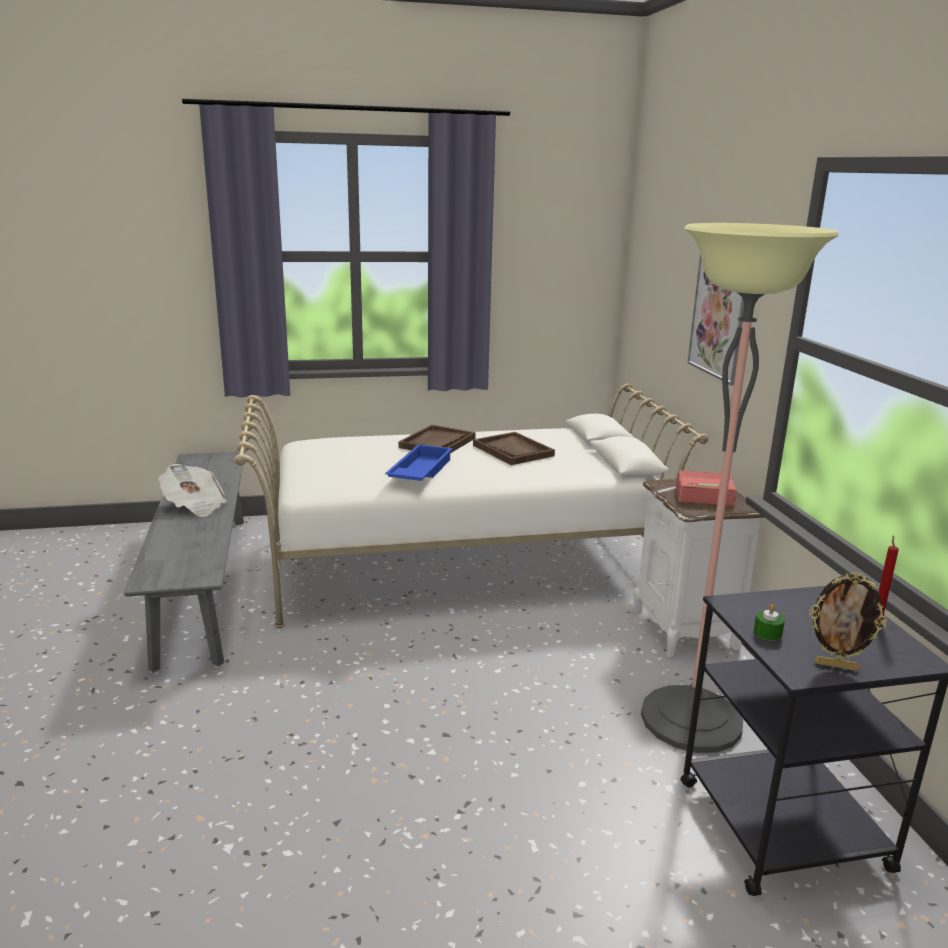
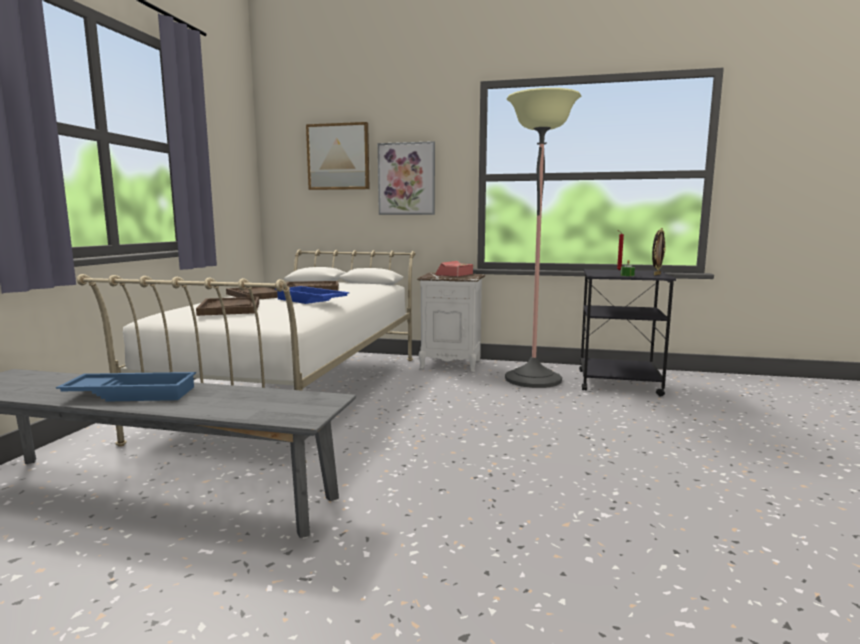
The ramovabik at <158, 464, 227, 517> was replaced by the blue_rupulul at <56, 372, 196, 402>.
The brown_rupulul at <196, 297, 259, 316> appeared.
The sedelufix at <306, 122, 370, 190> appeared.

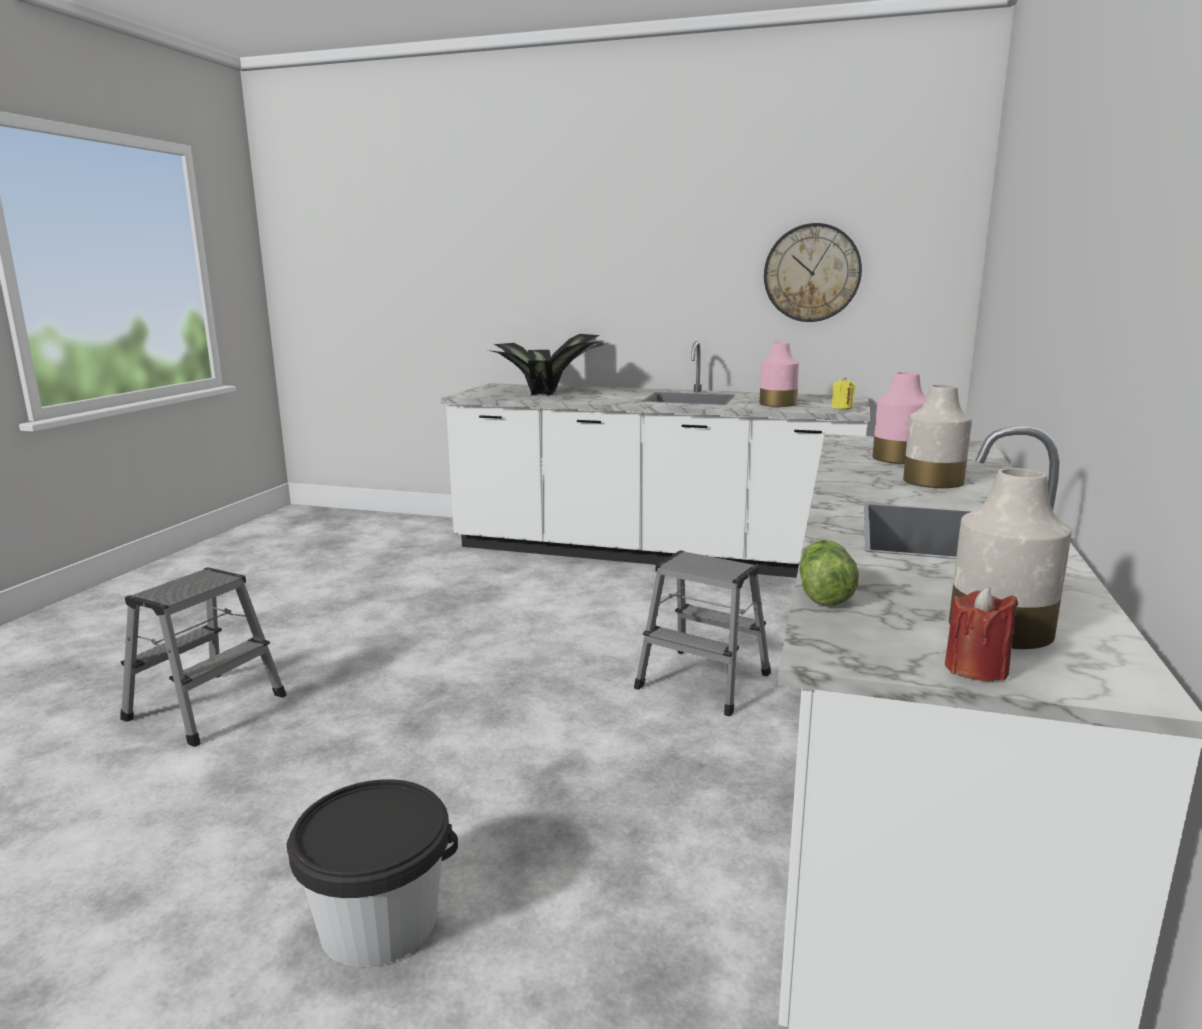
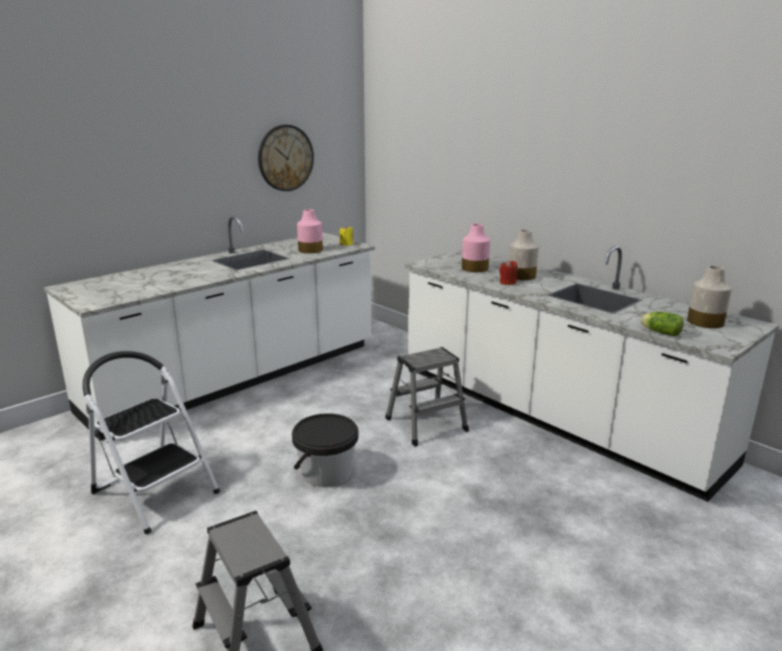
The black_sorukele moved from <286, 779, 458, 967> to <292, 413, 358, 487>.
The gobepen at <488, 334, 604, 395> disappeared.
The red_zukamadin moved from <945, 587, 1018, 682> to <499, 260, 517, 285>.
The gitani at <83, 351, 220, 534> appeared.

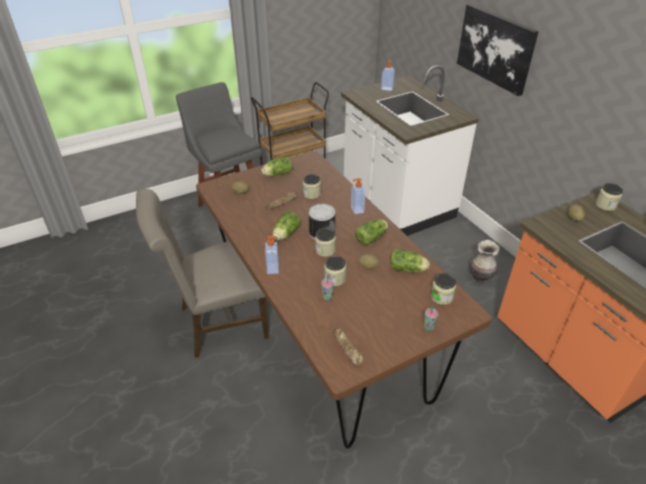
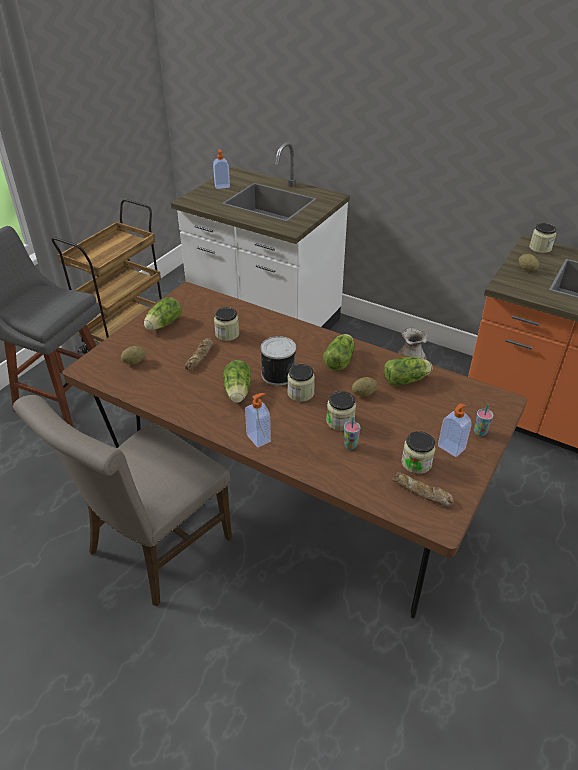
The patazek moved from <351, 178, 365, 214> to <438, 403, 472, 457>.
The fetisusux moved from <431, 273, 456, 305> to <402, 431, 436, 474>.
The sedelufix at <457, 4, 539, 96> disappeared.

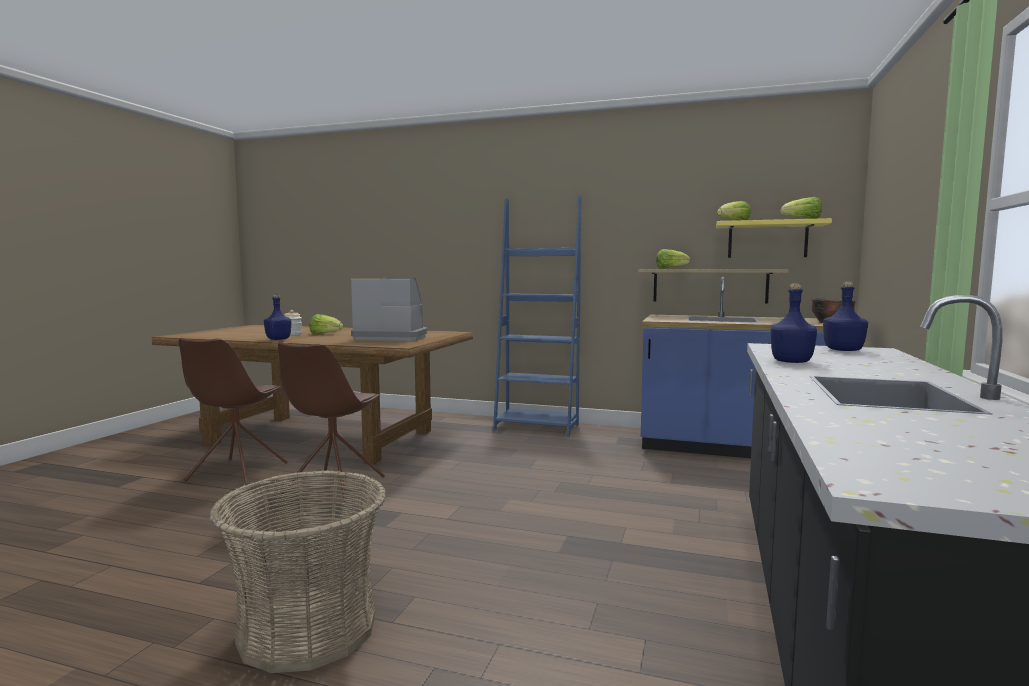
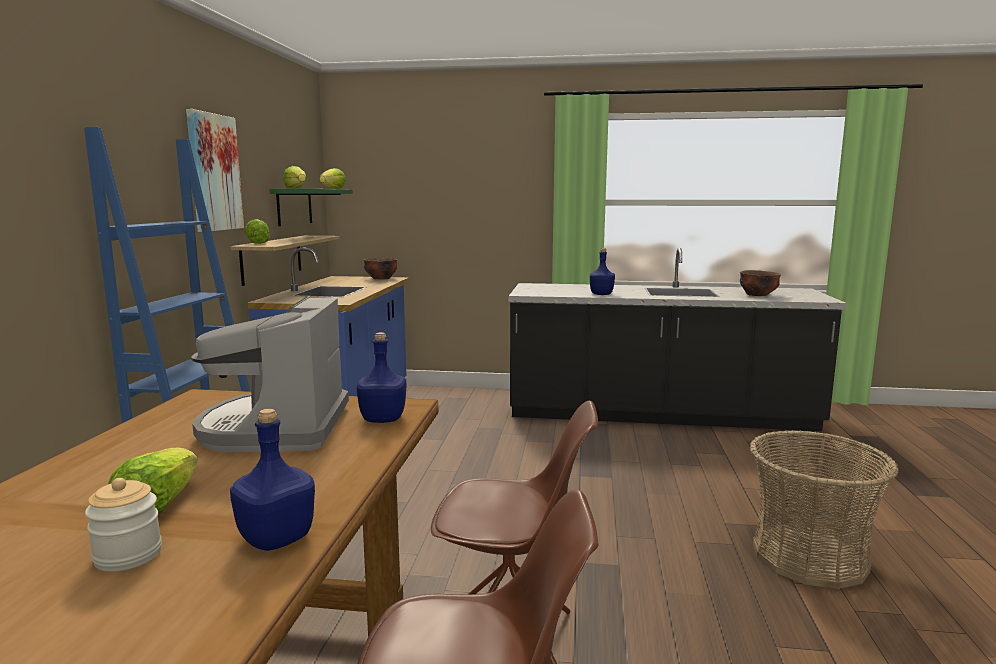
The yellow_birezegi at <716, 218, 832, 258> became the green_birezegi at <269, 189, 353, 226>.
The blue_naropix moved from <823, 282, 868, 351> to <357, 332, 407, 423>.
The sedelufix at <186, 109, 244, 232> appeared.
The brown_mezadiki at <740, 270, 781, 296> appeared.

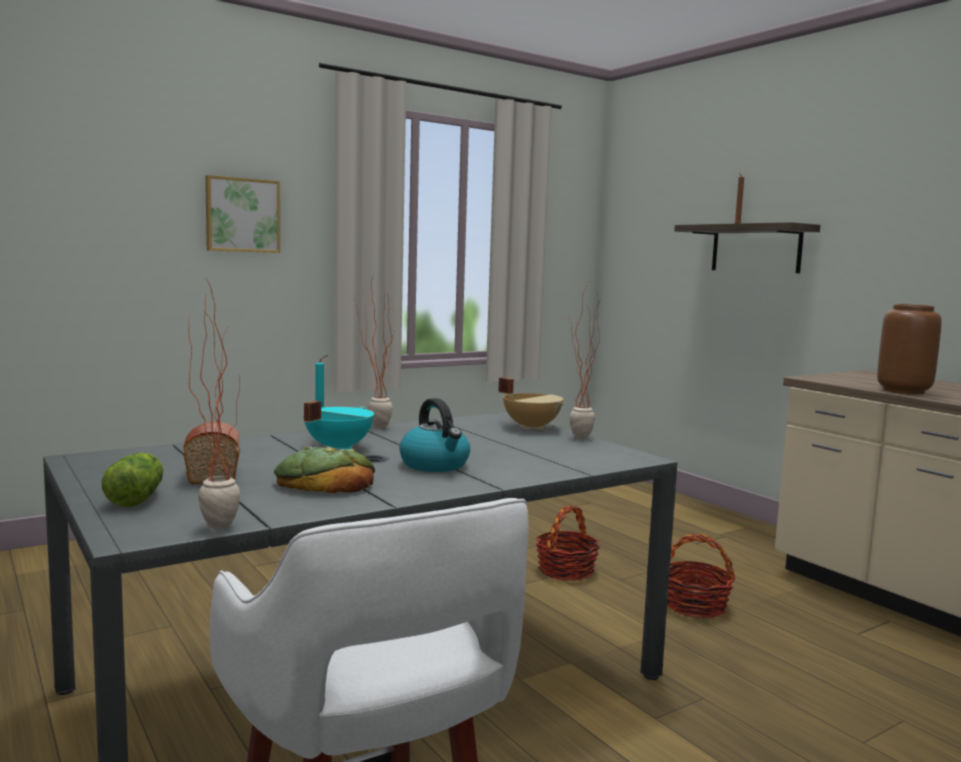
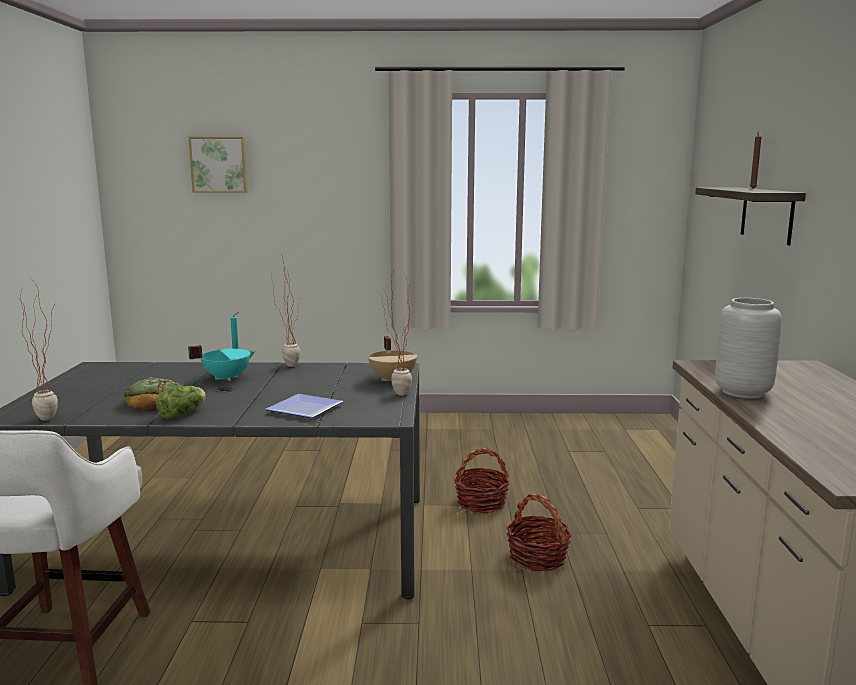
The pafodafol moved from <102, 453, 163, 507> to <156, 386, 206, 419>.
The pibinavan at <183, 422, 240, 484> disappeared.
The sedelufix moved from <205, 175, 280, 253> to <188, 137, 248, 193>.
The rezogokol at <399, 398, 470, 472> disappeared.
The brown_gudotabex at <877, 304, 942, 394> became the grey_gudotabex at <715, 298, 782, 398>.
The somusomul at <265, 394, 343, 418> appeared.

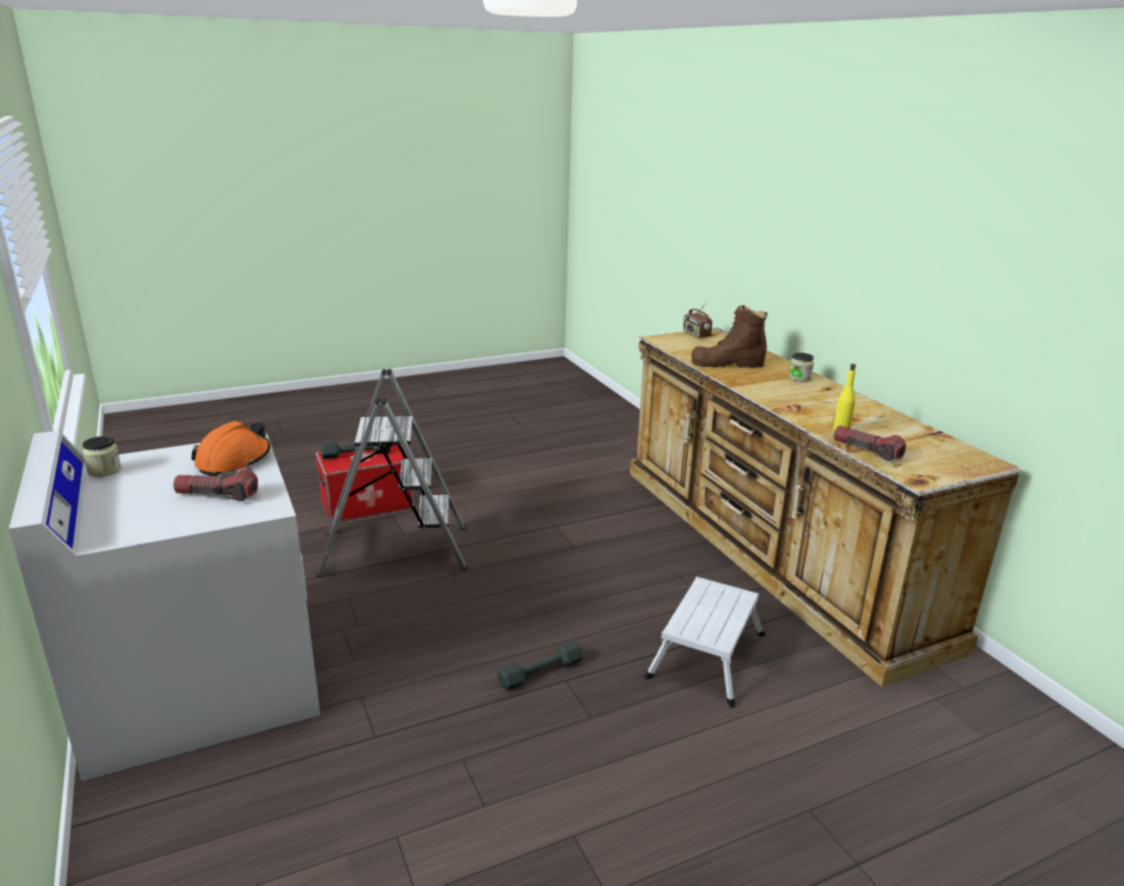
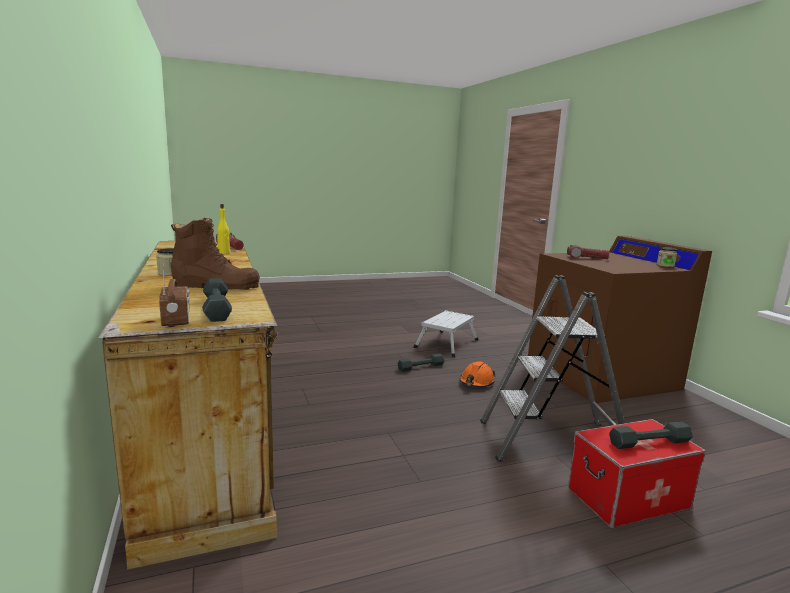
The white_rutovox at <9, 431, 320, 781> became the brown_rutovox at <528, 236, 712, 403>.
The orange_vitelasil moved from <191, 421, 271, 476> to <460, 361, 496, 387>.
The white_gitani moved from <643, 576, 766, 708> to <413, 310, 479, 358>.
The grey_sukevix at <202, 278, 232, 322> appeared.

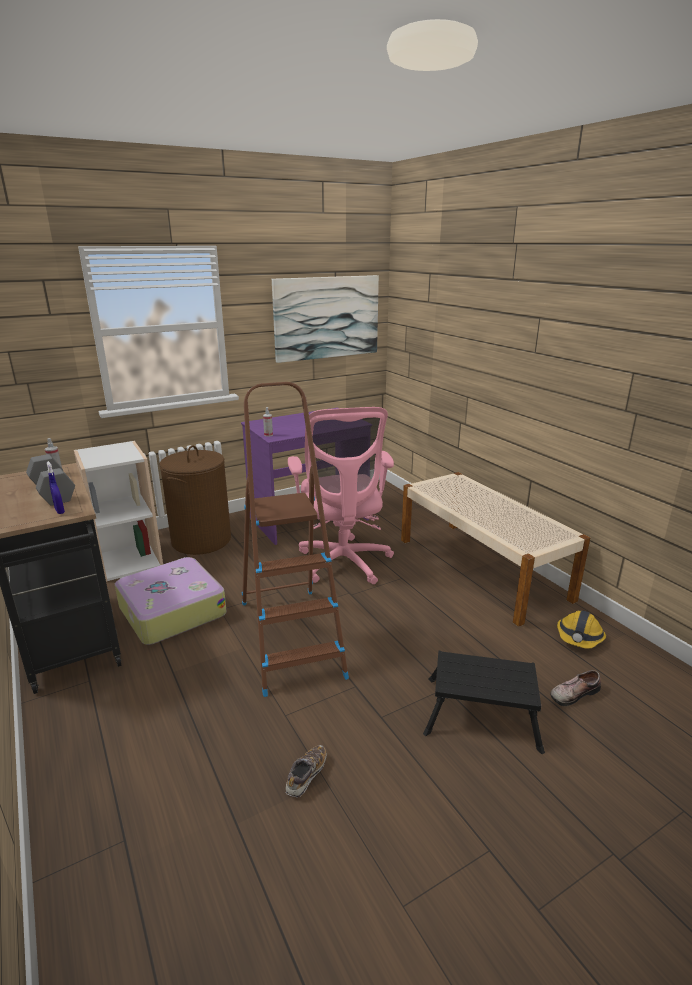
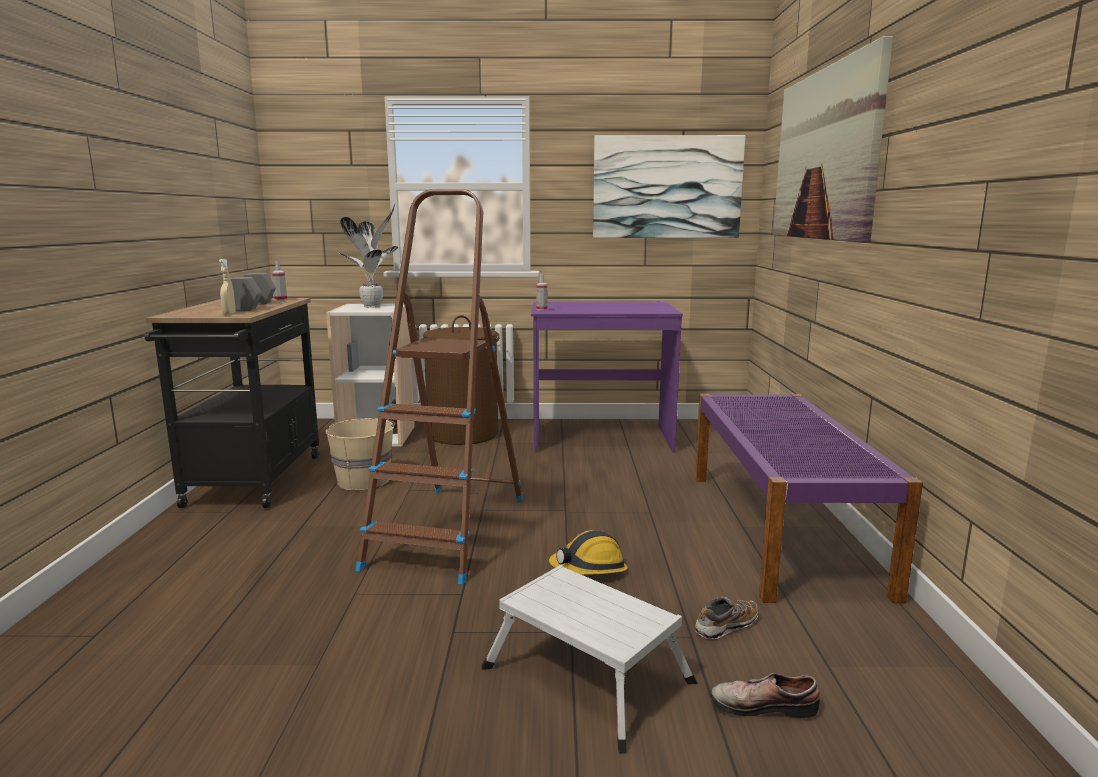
The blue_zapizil at <47, 461, 65, 514> became the beige_zapizil at <219, 258, 236, 315>.
The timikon at <115, 557, 226, 645> was replaced by the beige_sorukele at <325, 418, 395, 490>.
The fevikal moved from <286, 745, 327, 797> to <695, 597, 758, 639>.
The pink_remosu at <288, 407, 394, 584> disappeared.
The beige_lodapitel at <401, 472, 590, 627> became the purple_lodapitel at <695, 394, 923, 603>.
The black_gitani at <423, 651, 545, 754> became the white_gitani at <481, 565, 698, 754>.
The vitelasil moved from <557, 610, 606, 649> to <549, 530, 628, 575>.
The gobepen at <340, 204, 398, 308> appeared.
The sedelufix at <773, 36, 893, 242> appeared.

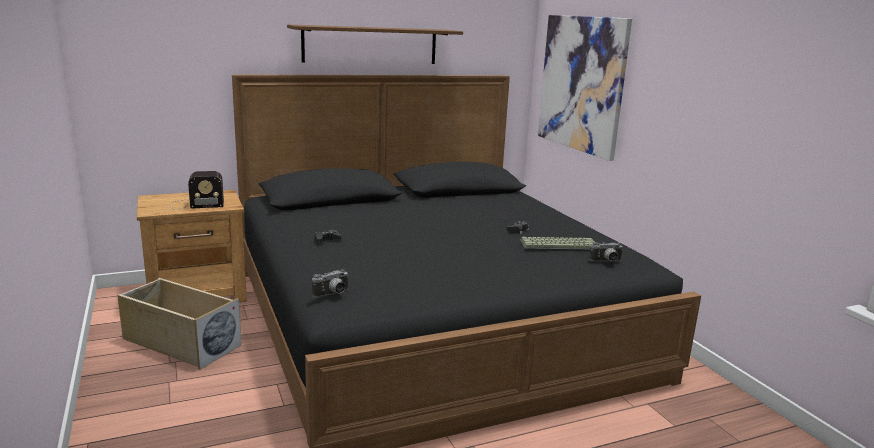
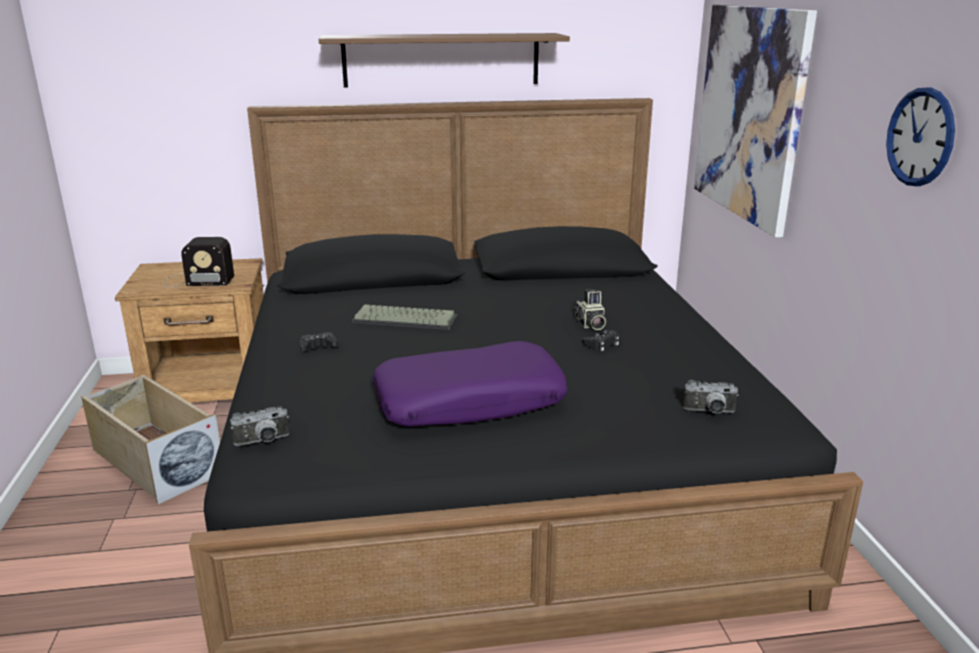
The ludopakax moved from <520, 237, 594, 252> to <352, 305, 457, 330>.
The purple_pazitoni at <372, 341, 568, 427> appeared.
The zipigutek at <574, 289, 606, 330> appeared.
The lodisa at <886, 87, 955, 186> appeared.

